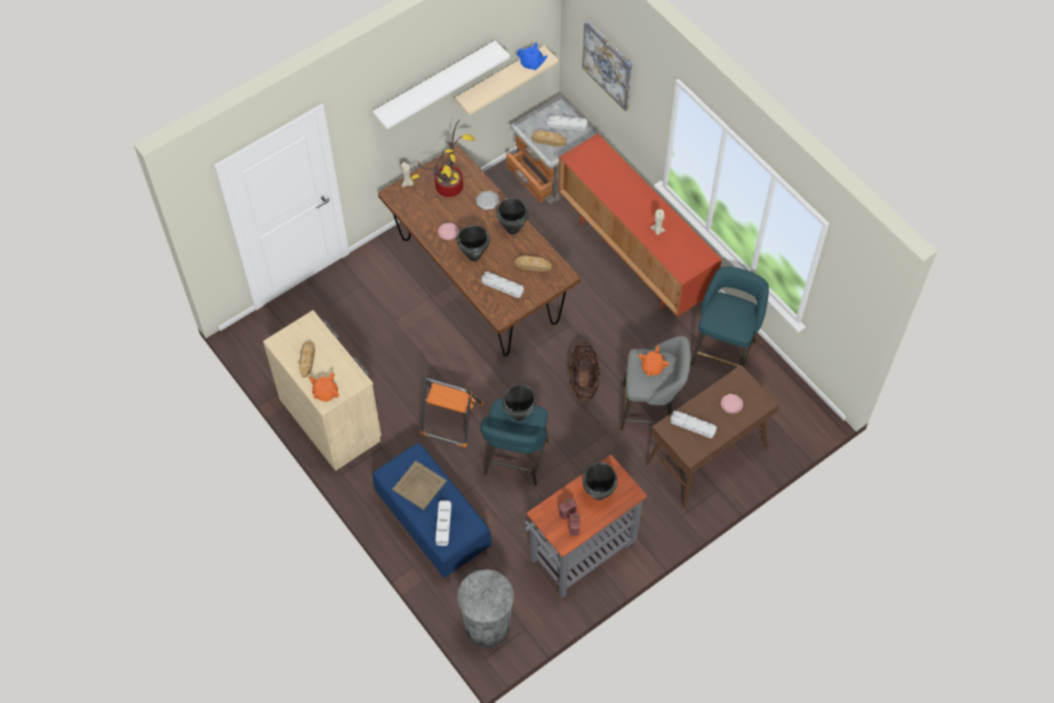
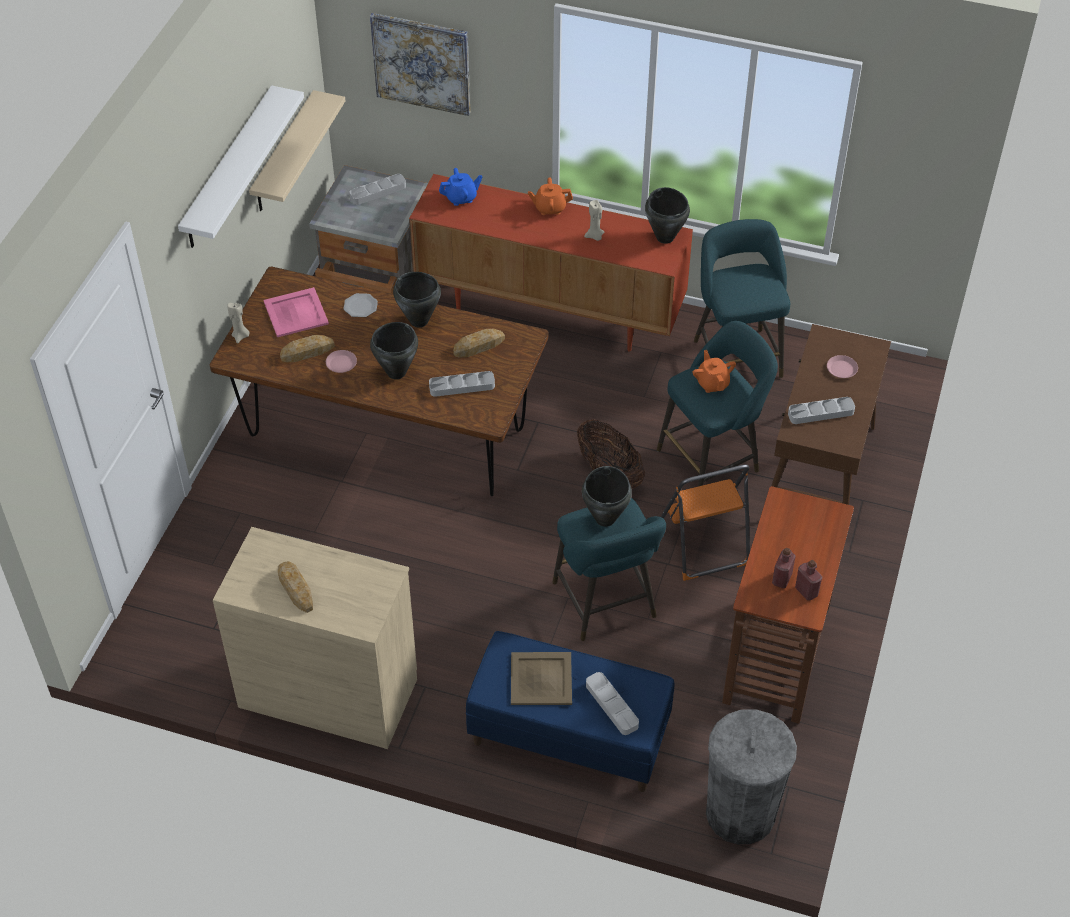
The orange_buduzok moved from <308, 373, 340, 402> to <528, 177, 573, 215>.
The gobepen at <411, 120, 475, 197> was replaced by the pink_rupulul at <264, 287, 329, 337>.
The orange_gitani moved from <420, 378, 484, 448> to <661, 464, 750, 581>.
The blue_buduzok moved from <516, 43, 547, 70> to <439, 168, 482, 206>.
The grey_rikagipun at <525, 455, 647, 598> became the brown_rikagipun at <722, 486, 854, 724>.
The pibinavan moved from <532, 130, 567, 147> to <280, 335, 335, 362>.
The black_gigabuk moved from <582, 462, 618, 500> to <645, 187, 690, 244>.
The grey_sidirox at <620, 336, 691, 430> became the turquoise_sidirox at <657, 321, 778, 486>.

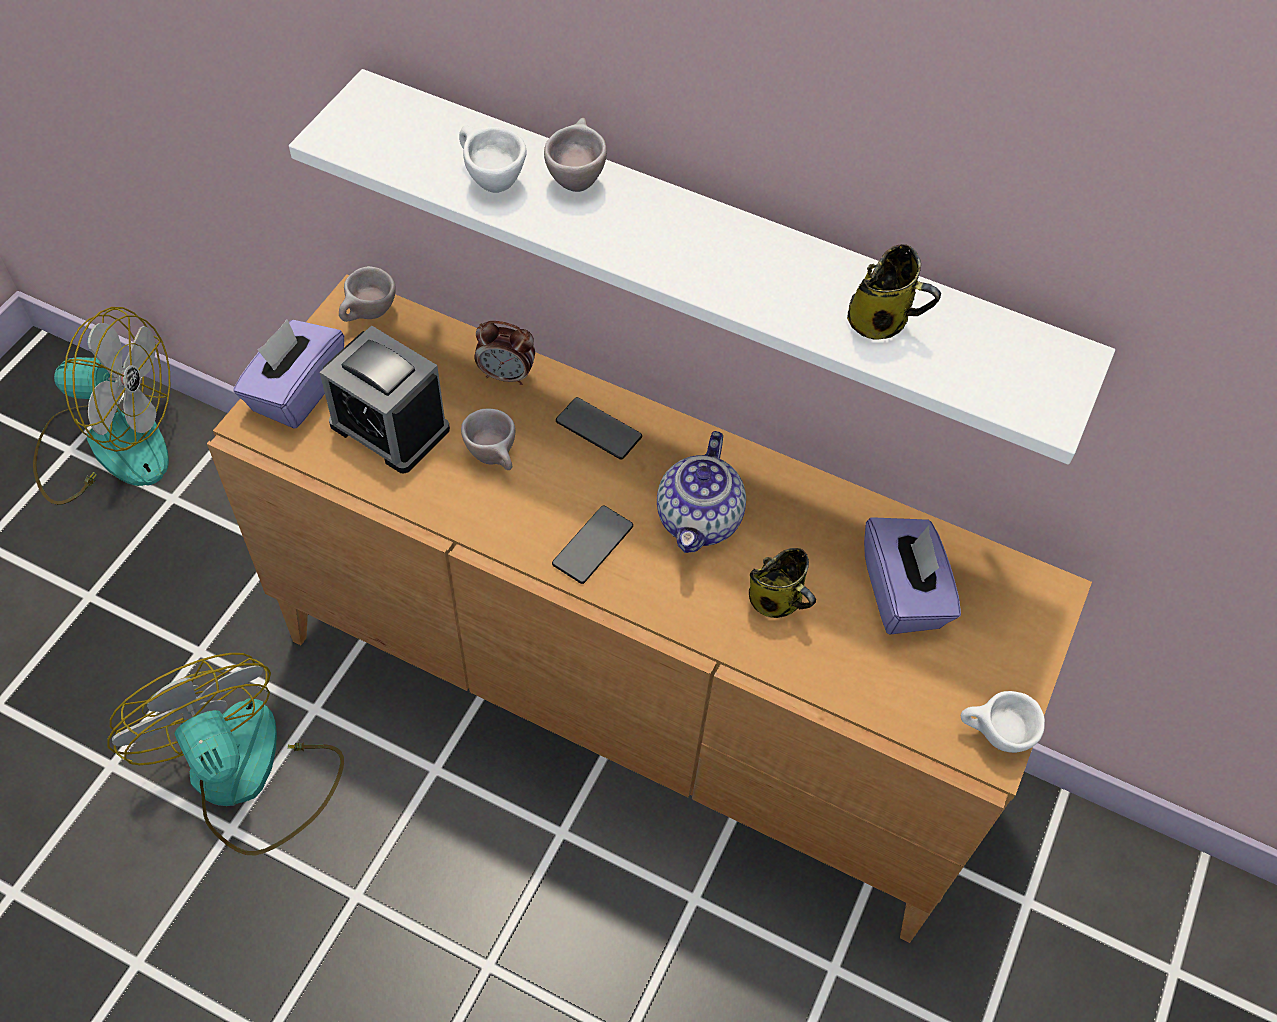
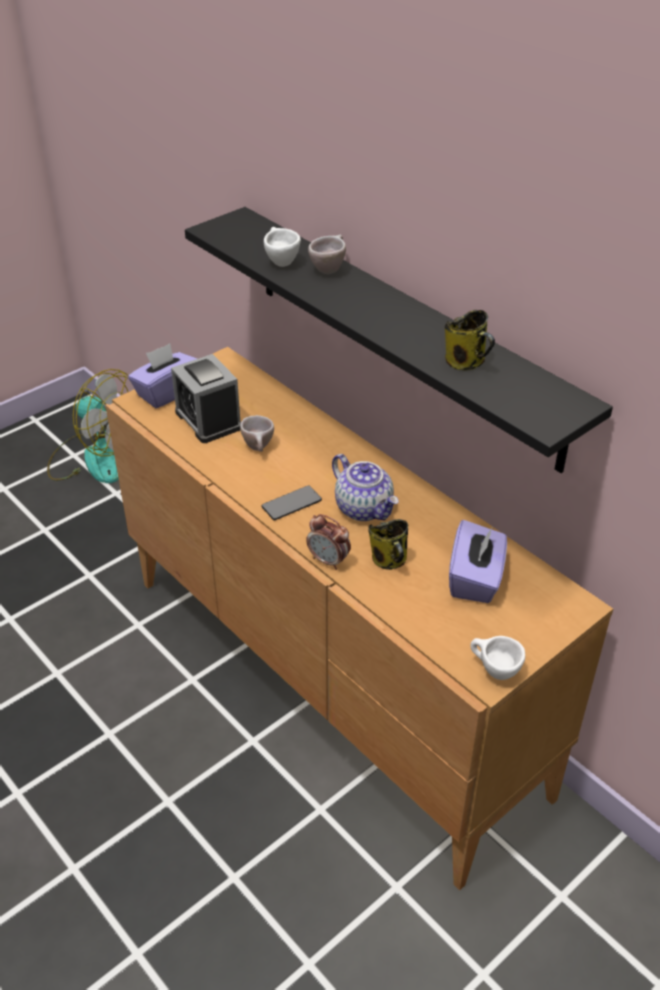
The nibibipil at <107, 653, 344, 856> disappeared.
The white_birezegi at <289, 69, 1115, 465> became the black_birezegi at <185, 207, 613, 473>.
The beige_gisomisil at <339, 266, 396, 322> disappeared.
The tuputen moved from <475, 321, 535, 385> to <306, 514, 351, 570>.
The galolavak at <556, 397, 642, 460> disappeared.
The buduzok at <657, 431, 746, 553> turned 75 degrees counterclockwise.

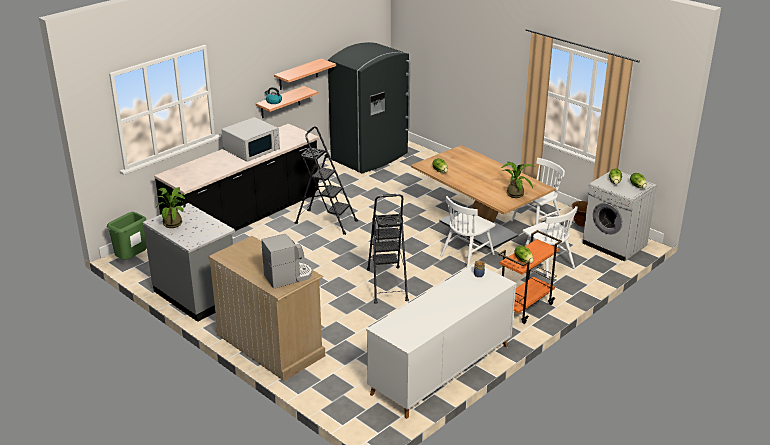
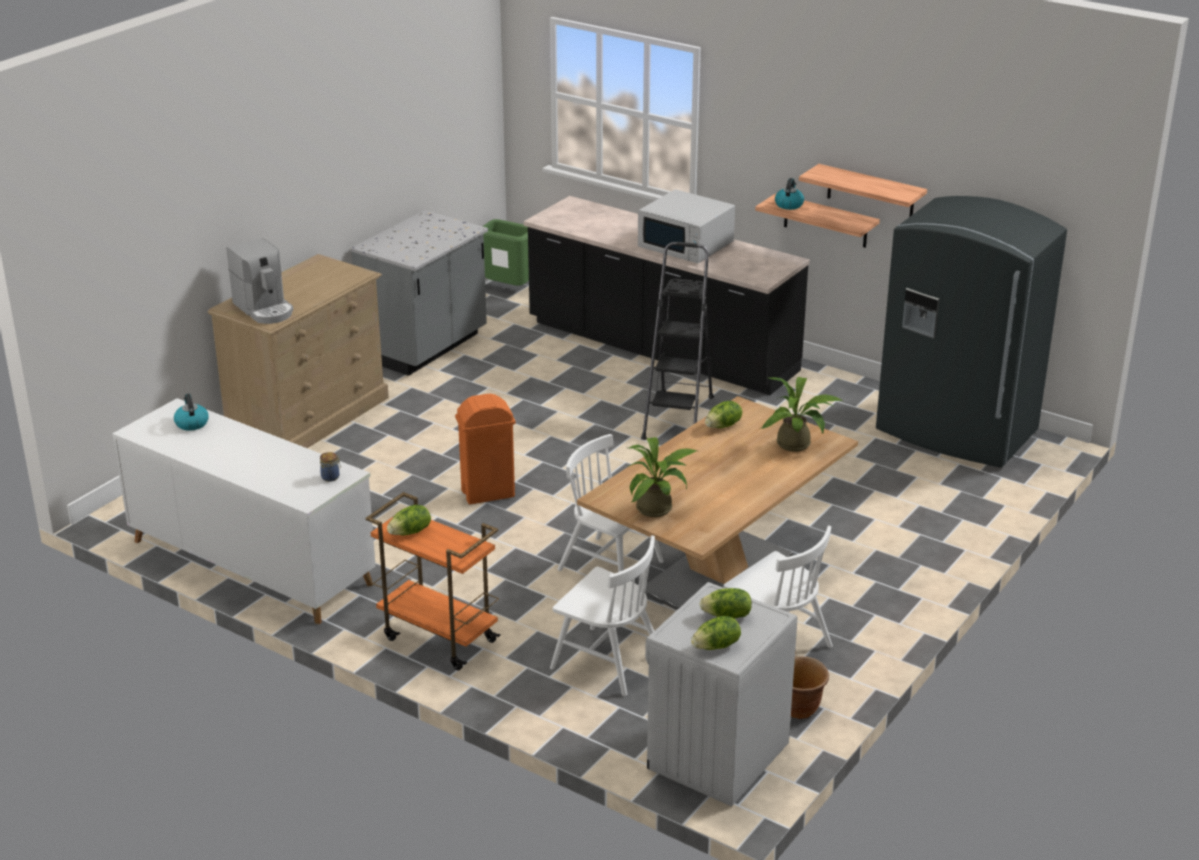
The gobepen moved from <155, 187, 186, 228> to <761, 377, 843, 452>.
The gitani at <367, 194, 409, 304> was replaced by the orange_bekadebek at <455, 393, 516, 504>.
The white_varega at <523, 206, 577, 279> turned 105 degrees counterclockwise.
The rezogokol at <174, 394, 209, 431> appeared.

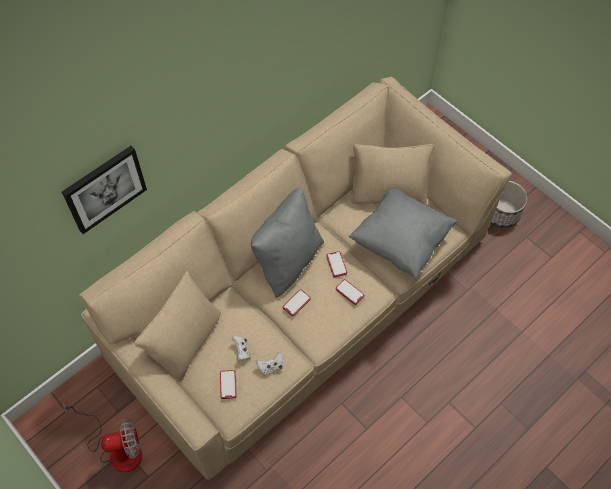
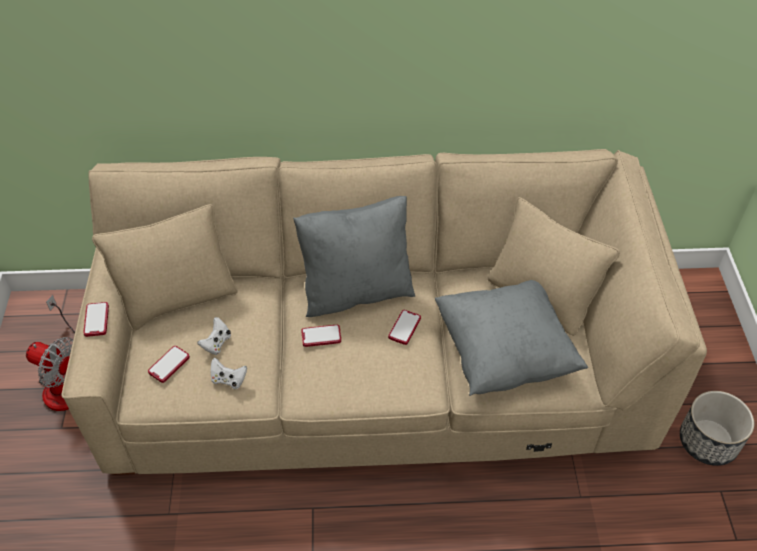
The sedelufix at <62, 146, 147, 234> disappeared.
The galolavak moved from <336, 279, 364, 305> to <83, 302, 109, 337>.

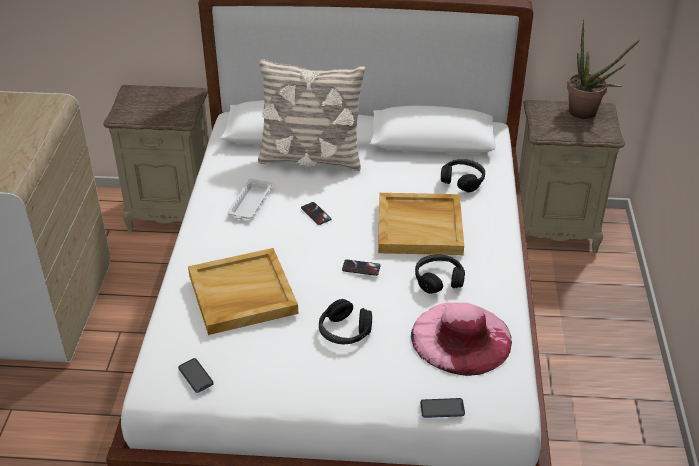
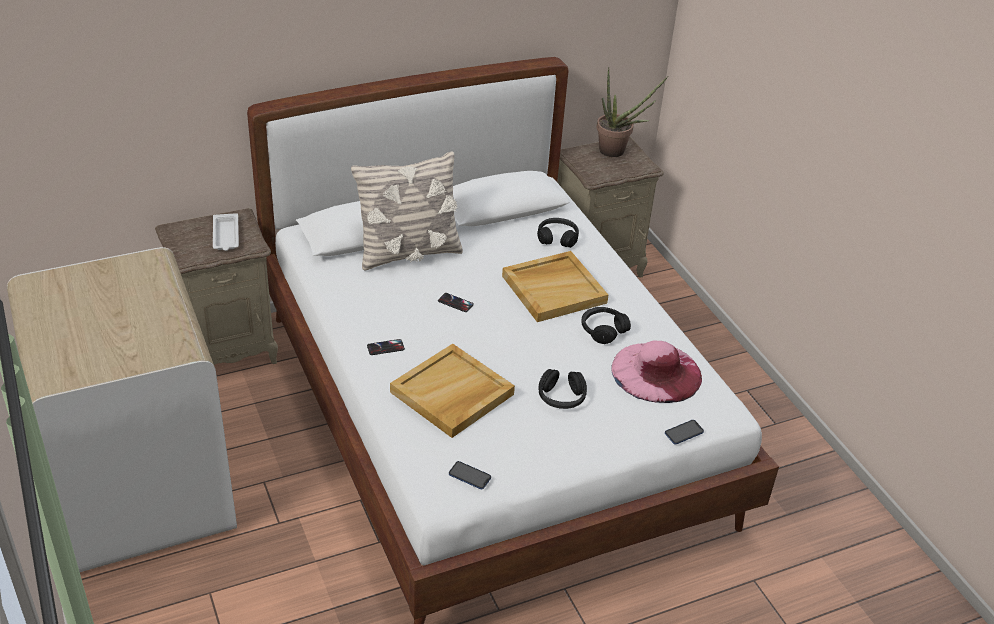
The white_rupulul moved from <227, 179, 272, 219> to <213, 213, 239, 251>.
The galolavak moved from <342, 260, 381, 276> to <367, 339, 405, 355>.

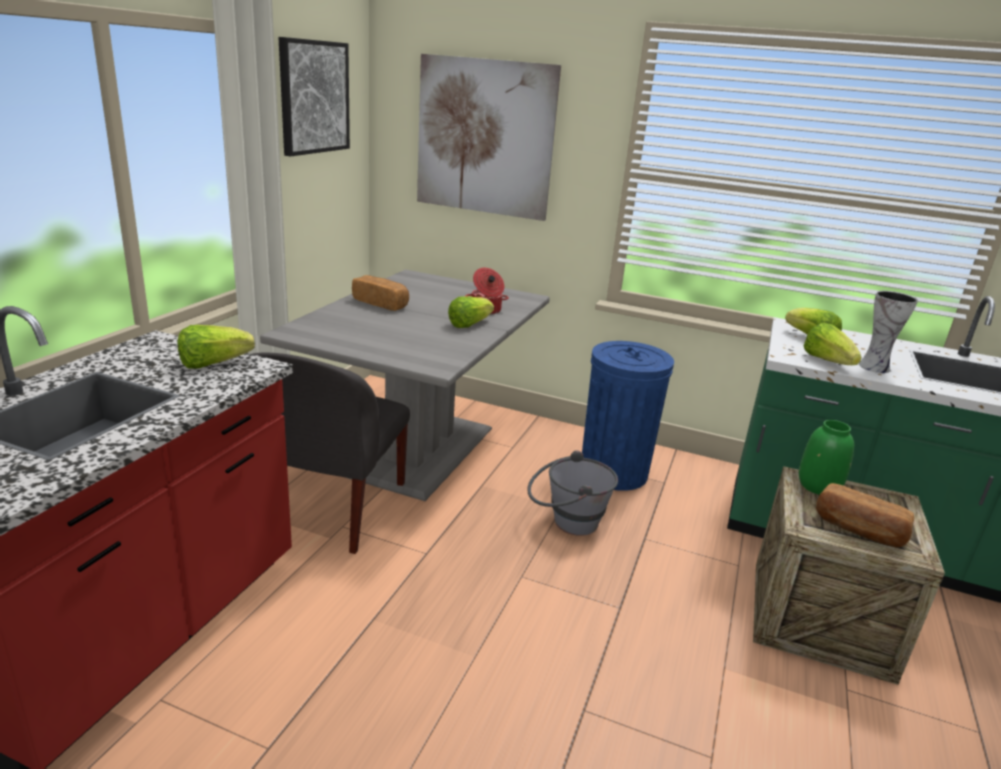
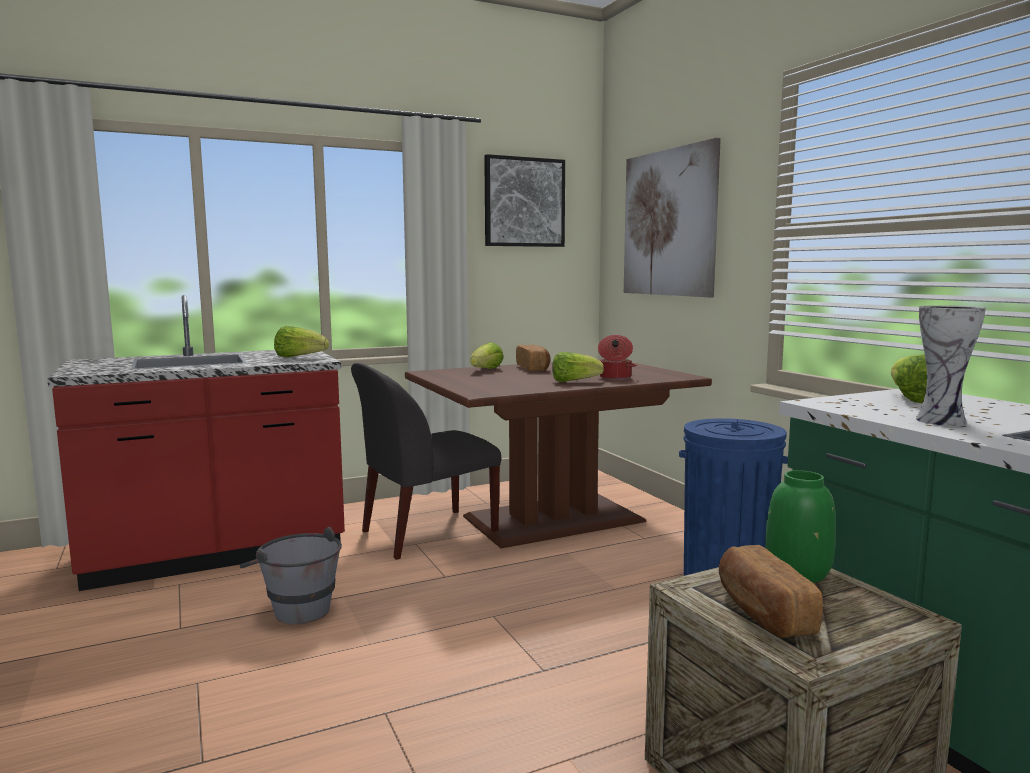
The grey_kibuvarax at <260, 269, 550, 501> became the brown_kibuvarax at <405, 359, 712, 548>.
The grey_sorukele moved from <527, 450, 618, 536> to <240, 527, 342, 624>.
The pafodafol moved from <804, 323, 862, 365> to <470, 342, 504, 369>.

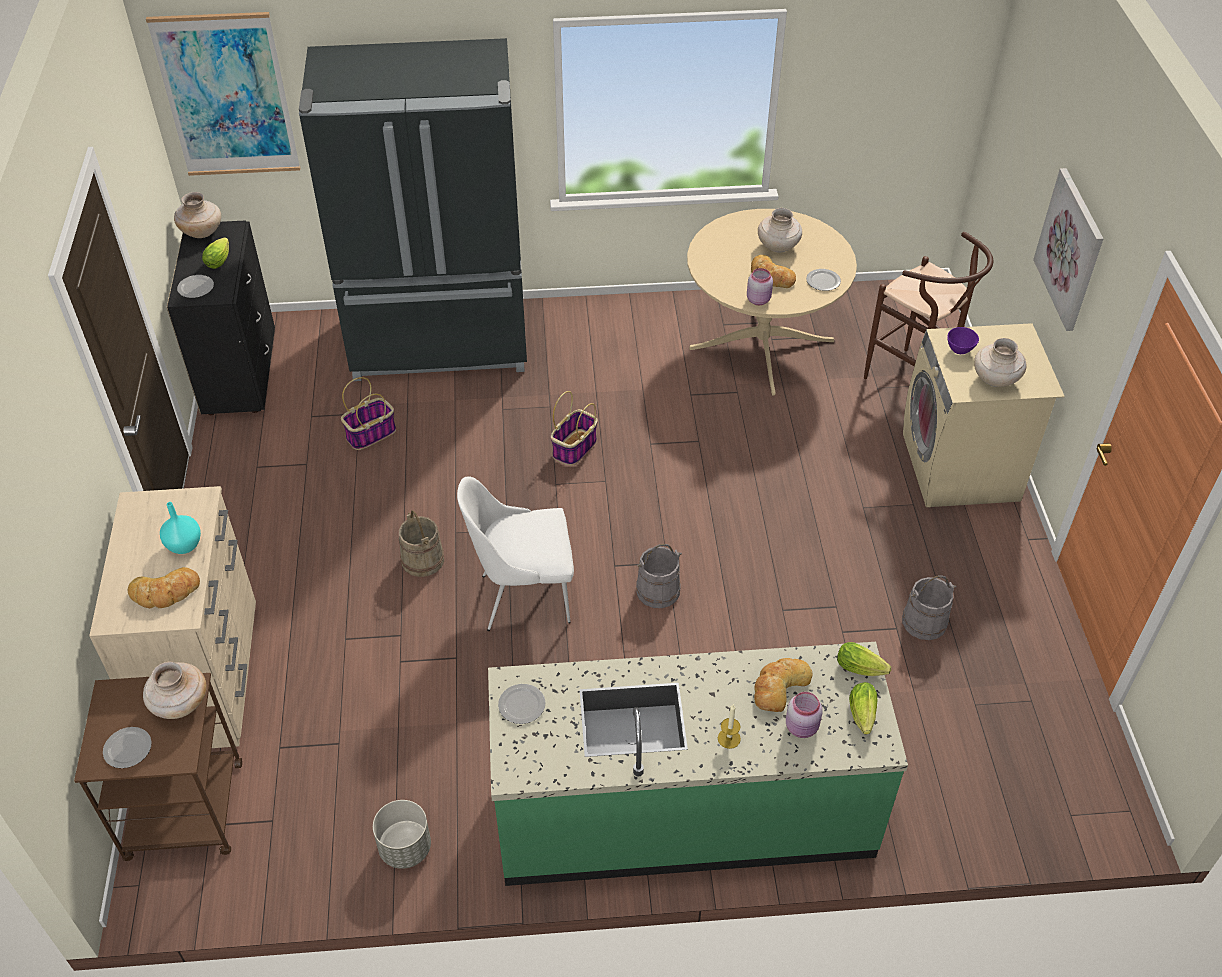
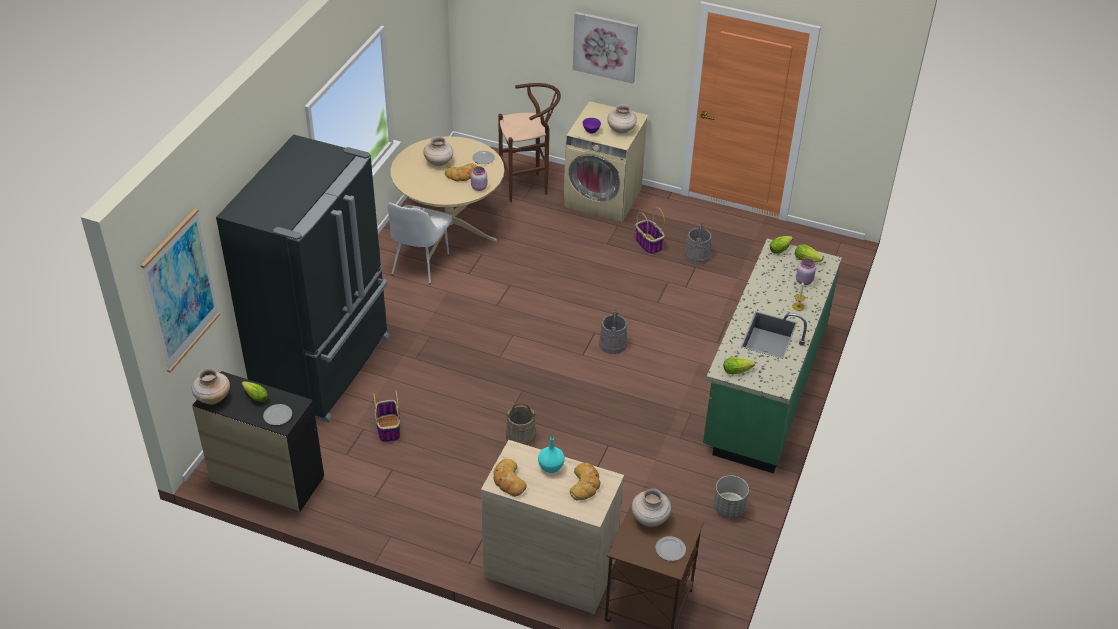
The white_varega moved from <457, 476, 574, 631> to <387, 202, 452, 285>.
The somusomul at <498, 684, 545, 724> was replaced by the pafodafol at <723, 357, 755, 374>.
The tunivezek moved from <551, 391, 598, 465> to <635, 207, 665, 255>.
The pibinavan moved from <754, 658, 813, 712> to <494, 459, 527, 497>.

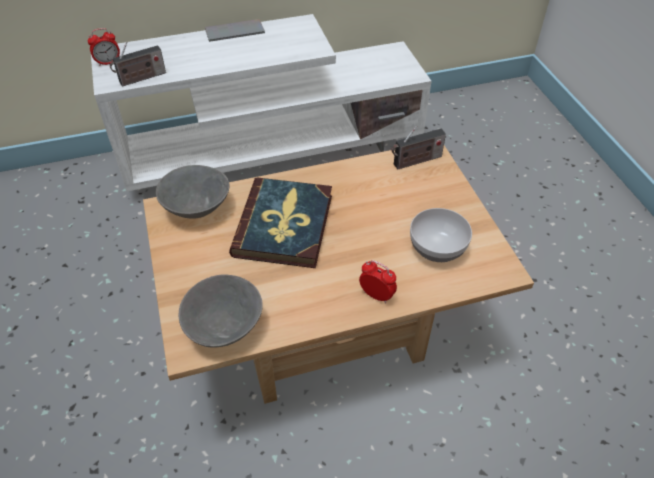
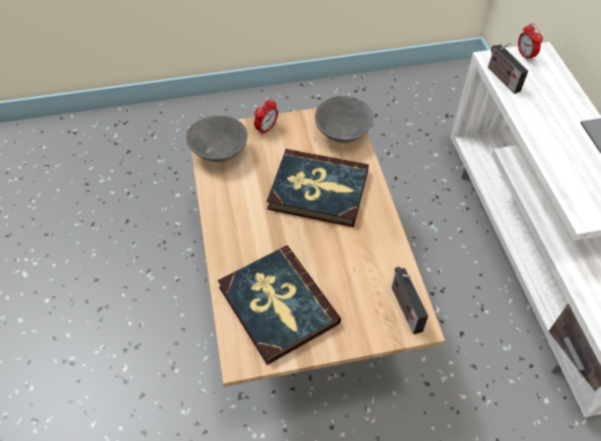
The tuputen moved from <359, 260, 397, 304> to <254, 98, 278, 135>.
The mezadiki at <410, 208, 472, 262> was replaced by the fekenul at <218, 245, 341, 365>.

